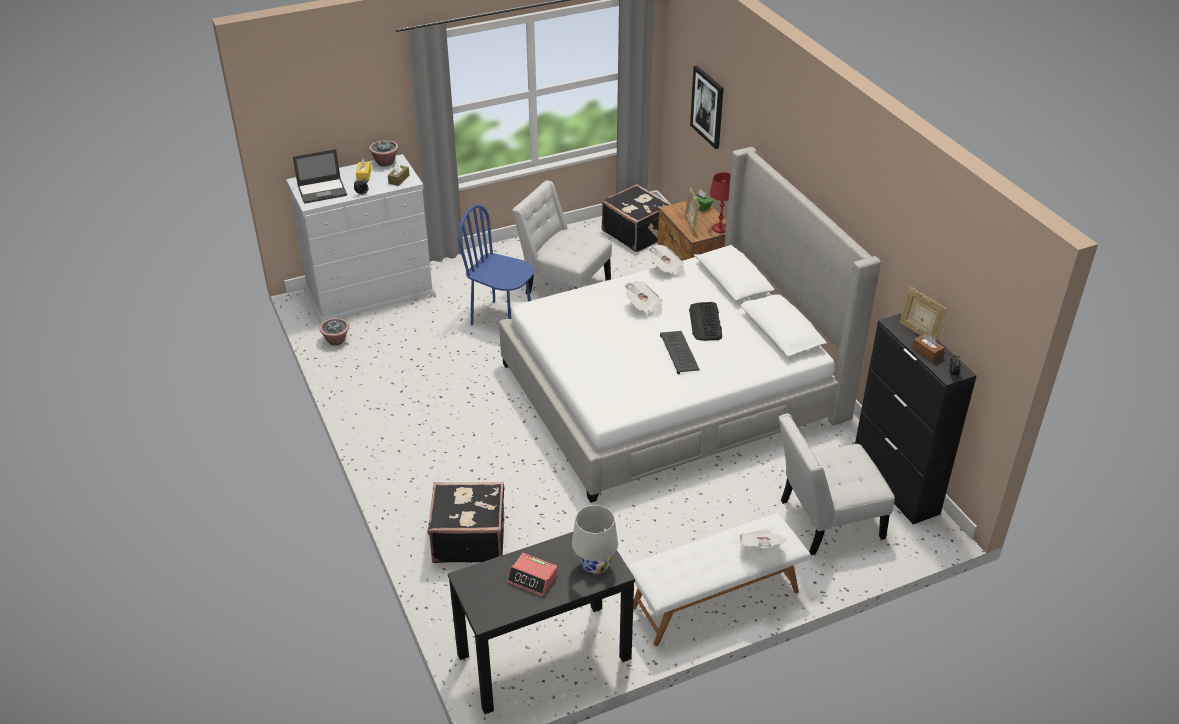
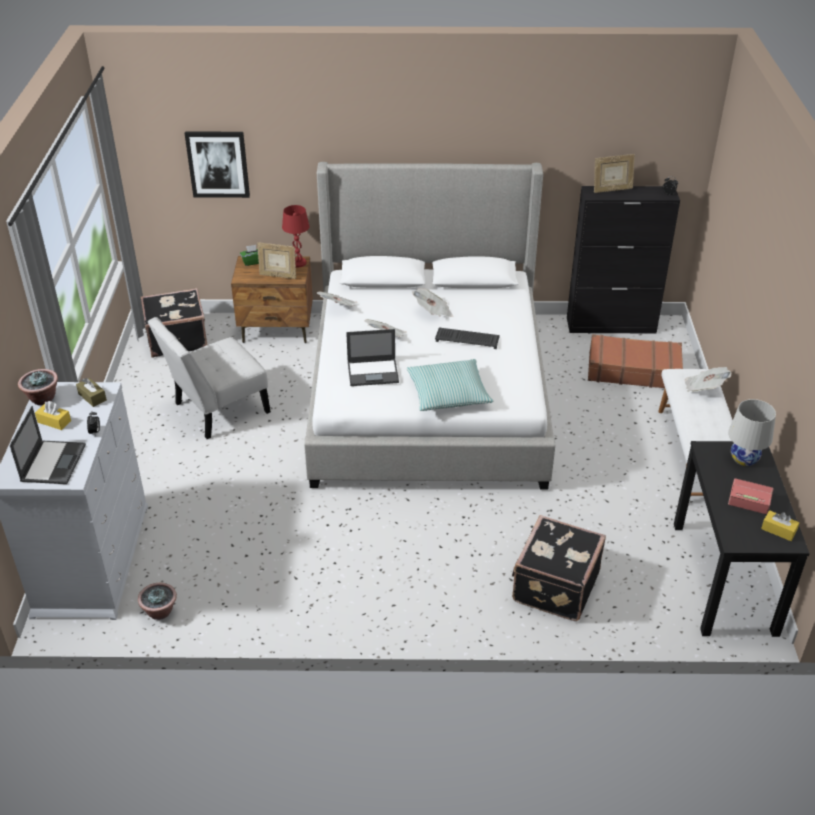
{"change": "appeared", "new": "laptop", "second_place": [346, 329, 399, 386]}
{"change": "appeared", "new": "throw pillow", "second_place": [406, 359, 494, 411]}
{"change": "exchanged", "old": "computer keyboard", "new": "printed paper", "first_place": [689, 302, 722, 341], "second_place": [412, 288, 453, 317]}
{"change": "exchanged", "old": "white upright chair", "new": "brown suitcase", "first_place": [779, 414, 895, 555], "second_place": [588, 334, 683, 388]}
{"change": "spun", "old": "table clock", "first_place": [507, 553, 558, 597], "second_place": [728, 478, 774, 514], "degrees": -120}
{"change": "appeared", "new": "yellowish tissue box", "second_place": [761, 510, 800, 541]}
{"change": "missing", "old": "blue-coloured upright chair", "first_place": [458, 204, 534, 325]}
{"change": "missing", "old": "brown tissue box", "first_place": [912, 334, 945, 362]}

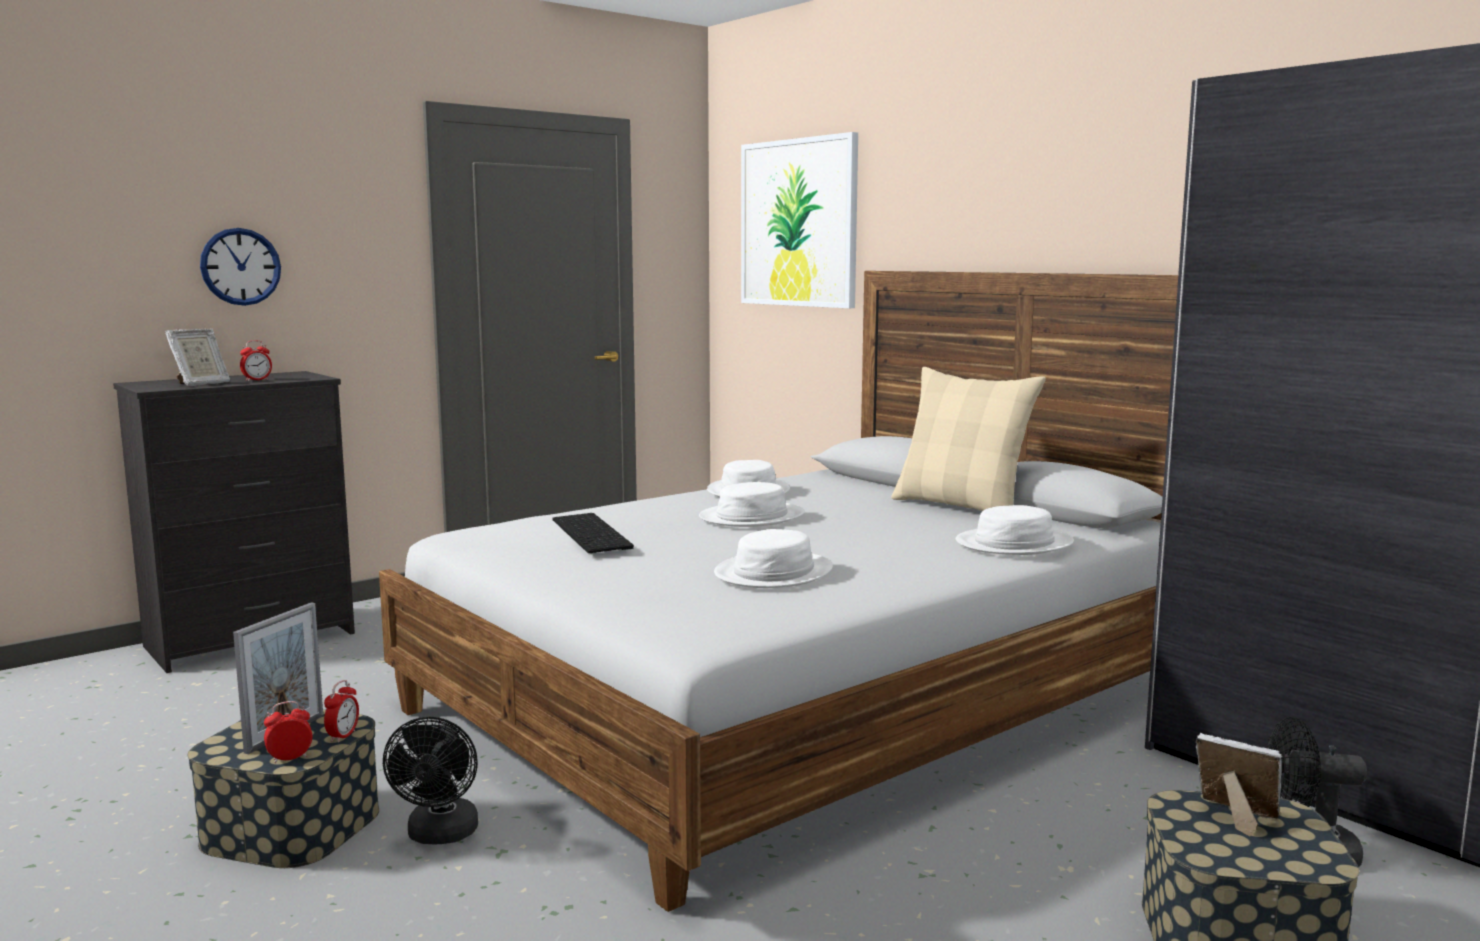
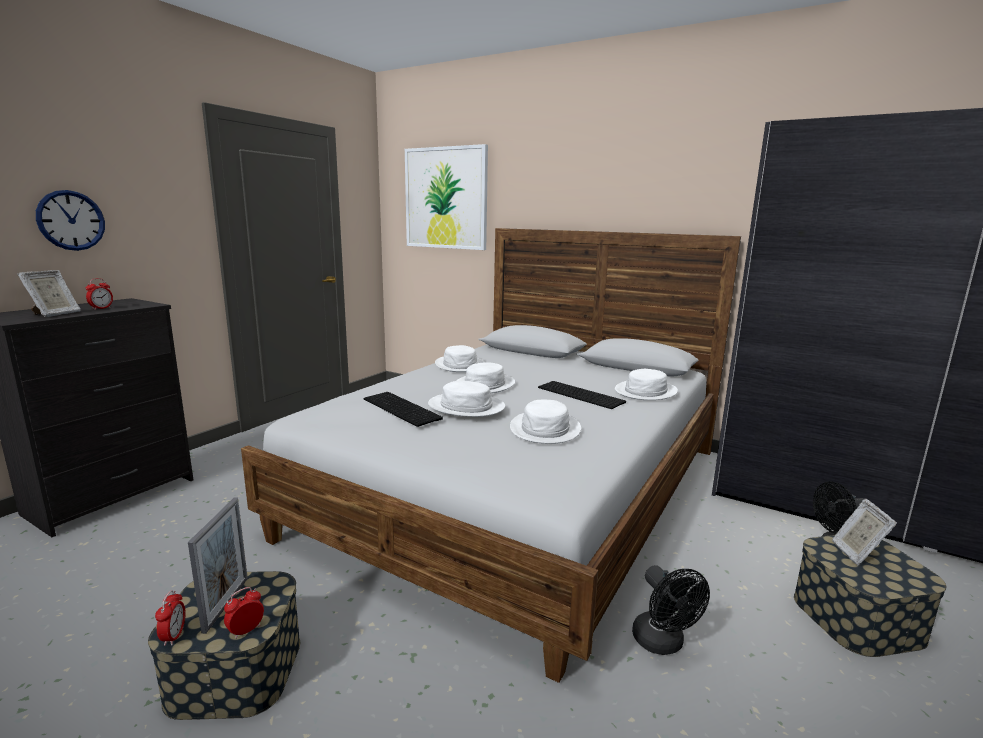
{"change": "relocated", "old": "table clock", "first_place": [324, 680, 359, 743], "second_place": [155, 590, 186, 646]}
{"change": "appeared", "new": "white wearable hat", "second_place": [428, 381, 505, 417]}
{"change": "appeared", "new": "computer keyboard", "second_place": [538, 381, 626, 409]}
{"change": "relocated", "old": "black electric fan", "first_place": [383, 716, 478, 845], "second_place": [632, 565, 710, 655]}
{"change": "spun", "old": "photo frame", "first_place": [1196, 733, 1282, 837], "second_place": [832, 499, 897, 565], "degrees": -105}
{"change": "missing", "old": "beige throw pillow", "first_place": [891, 367, 1046, 511]}

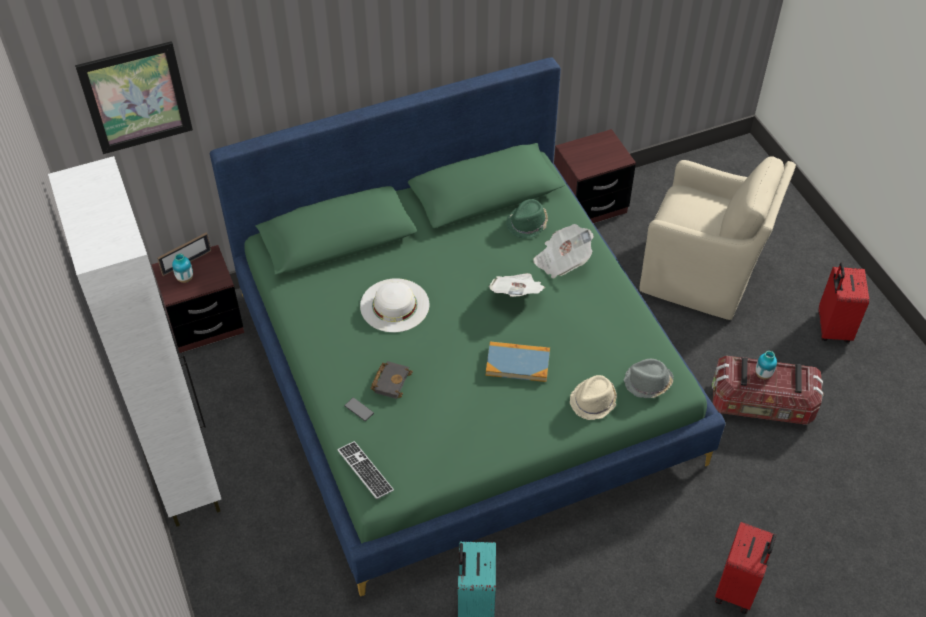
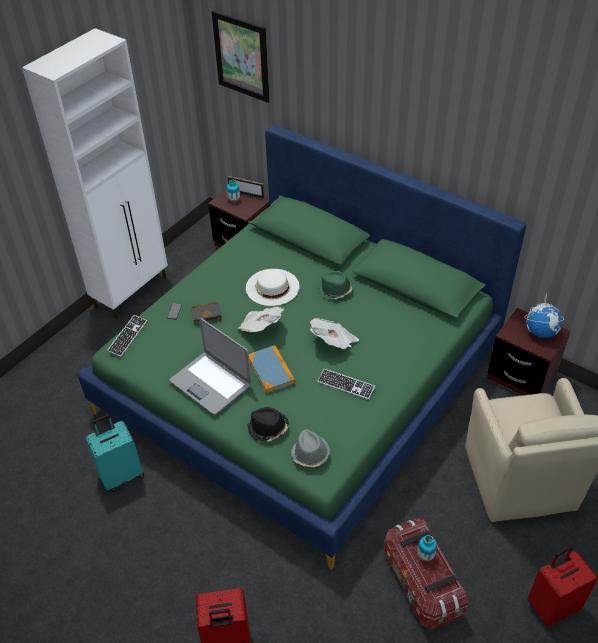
{"change": "appeared", "new": "laptop", "second_place": [170, 318, 251, 415]}
{"change": "relocated", "old": "printed paper", "first_place": [533, 224, 594, 279], "second_place": [237, 307, 284, 332]}
{"change": "colour", "old": "beige wearable hat", "new": "black wearable hat", "first_place": [570, 375, 617, 420], "second_place": [248, 407, 289, 442]}
{"change": "appeared", "new": "computer keyboard", "second_place": [317, 369, 375, 400]}
{"change": "relocated", "old": "greenish wearable hat", "first_place": [506, 199, 548, 238], "second_place": [318, 271, 354, 299]}
{"change": "appeared", "new": "world globe", "second_place": [525, 294, 564, 338]}

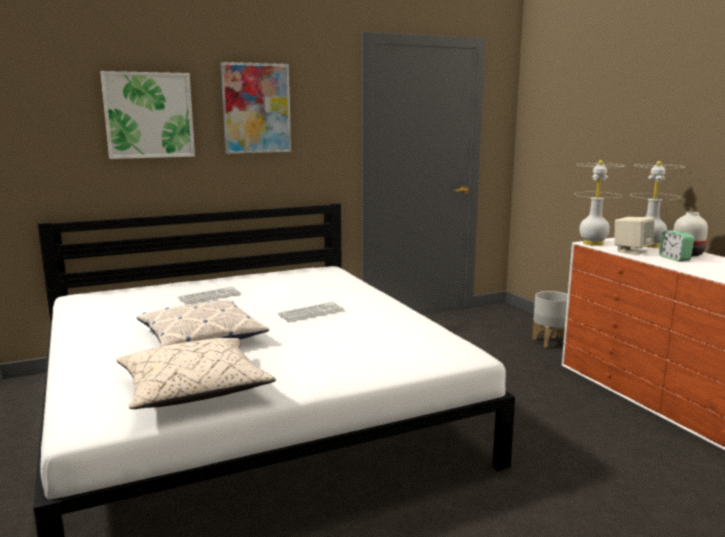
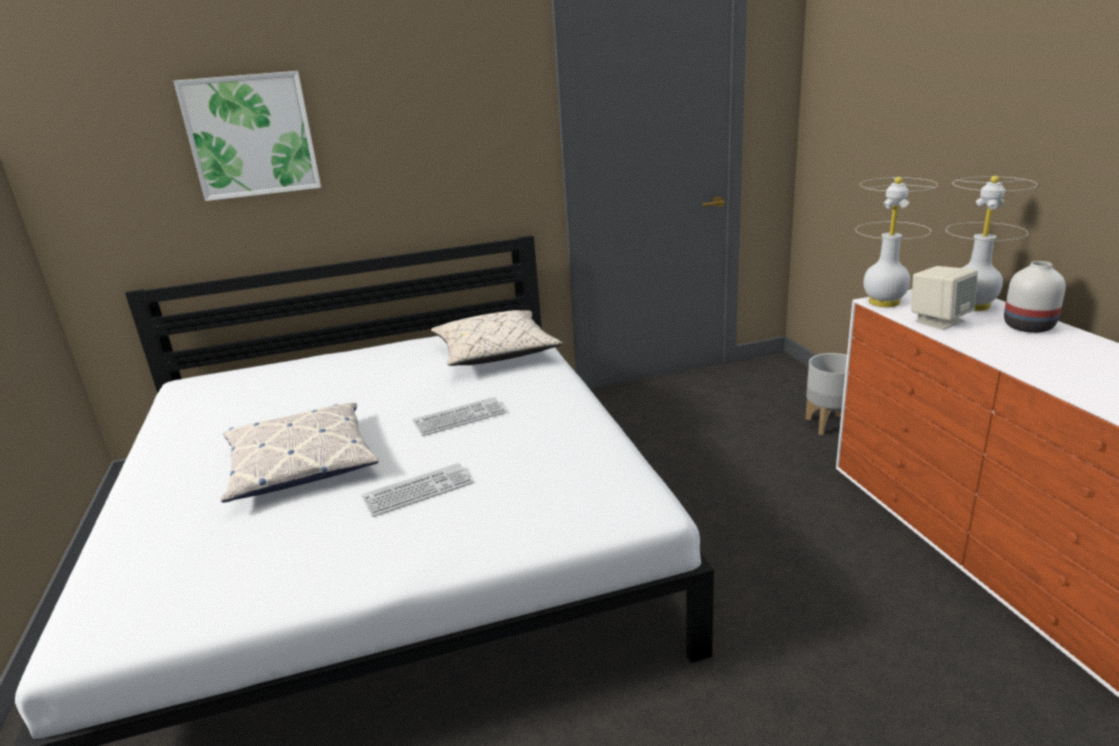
{"change": "relocated", "old": "computer keyboard", "first_place": [177, 286, 242, 305], "second_place": [361, 463, 473, 517]}
{"change": "relocated", "old": "beige throw pillow", "first_place": [116, 338, 276, 409], "second_place": [431, 310, 563, 366]}
{"change": "missing", "old": "wall picture", "first_place": [220, 62, 291, 154]}
{"change": "missing", "old": "table clock", "first_place": [659, 231, 694, 262]}

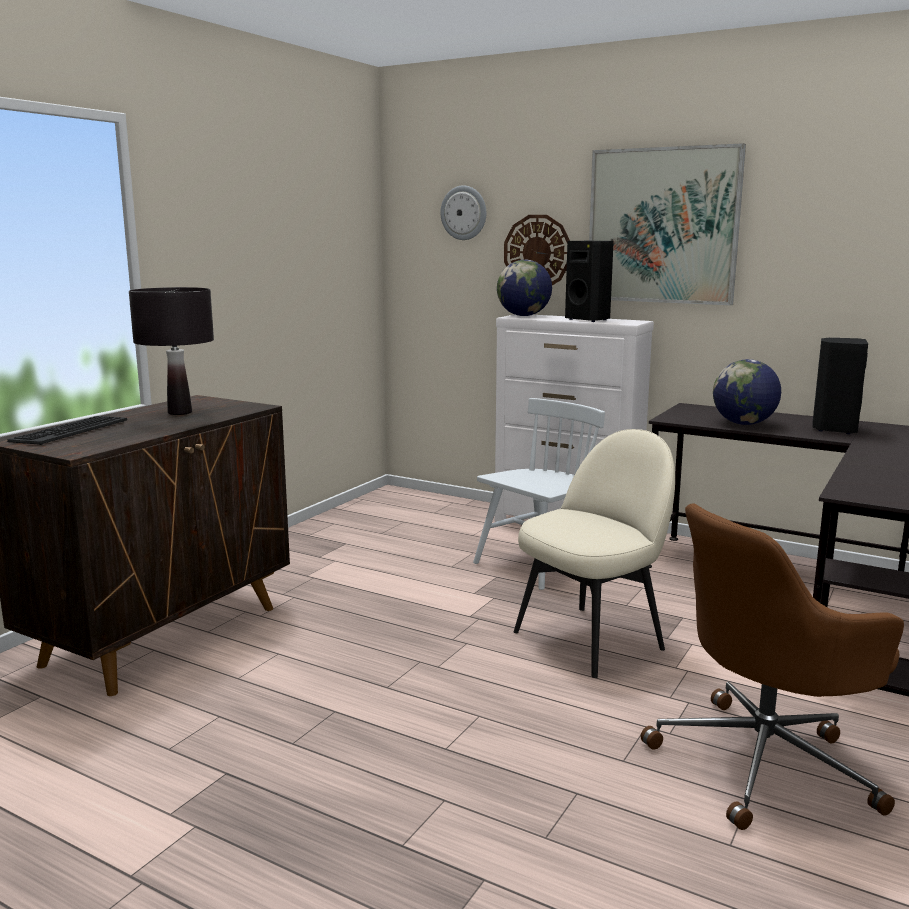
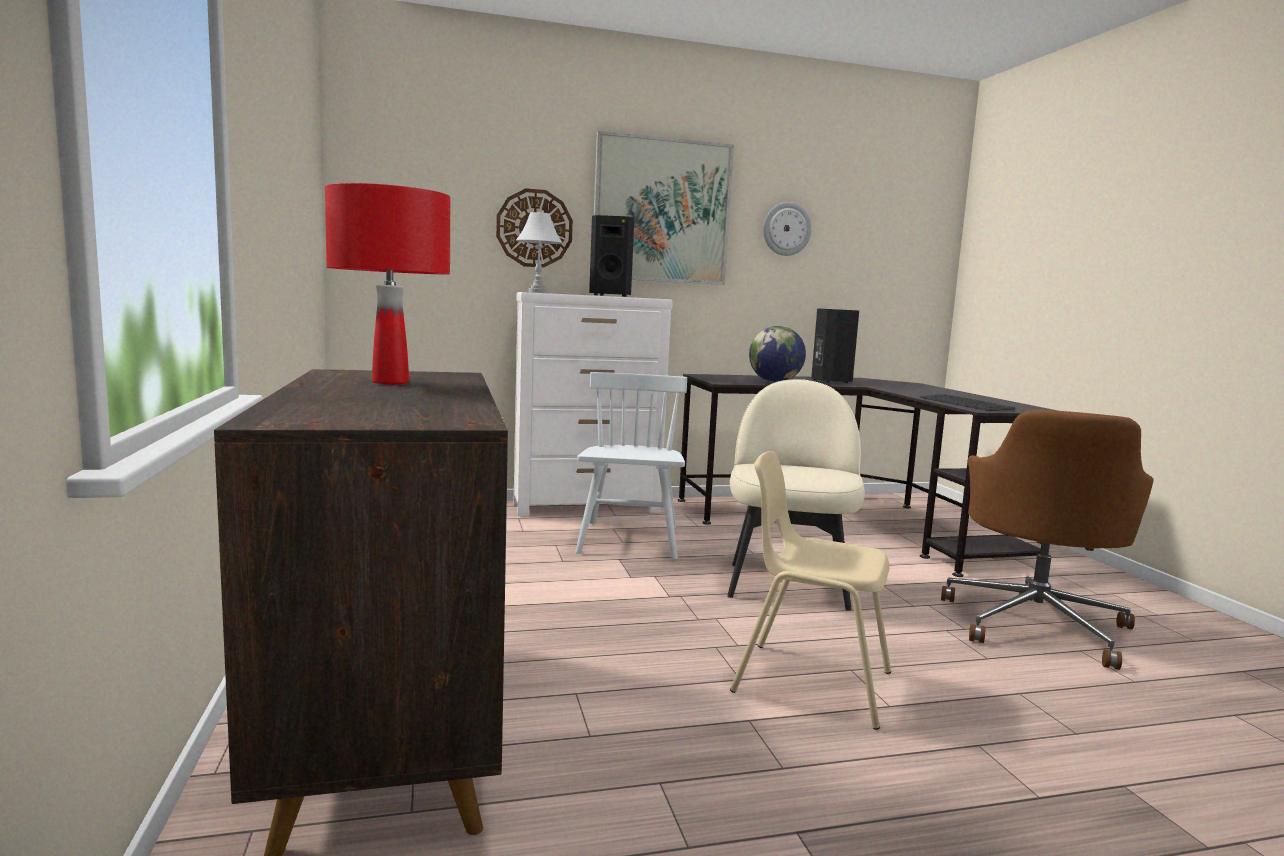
{"change": "colour", "old": "black table lamp", "new": "reddish table lamp", "first_place": [129, 287, 214, 415], "second_place": [325, 183, 450, 385]}
{"change": "exchanged", "old": "world globe", "new": "white table lamp", "first_place": [497, 260, 552, 316], "second_place": [516, 212, 562, 293]}
{"change": "appeared", "new": "beige upright chair", "second_place": [730, 451, 891, 730]}
{"change": "relocated", "old": "hanging clock", "first_place": [440, 185, 486, 240], "second_place": [763, 202, 812, 256]}
{"change": "relocated", "old": "computer keyboard", "first_place": [7, 416, 127, 445], "second_place": [920, 394, 1015, 411]}

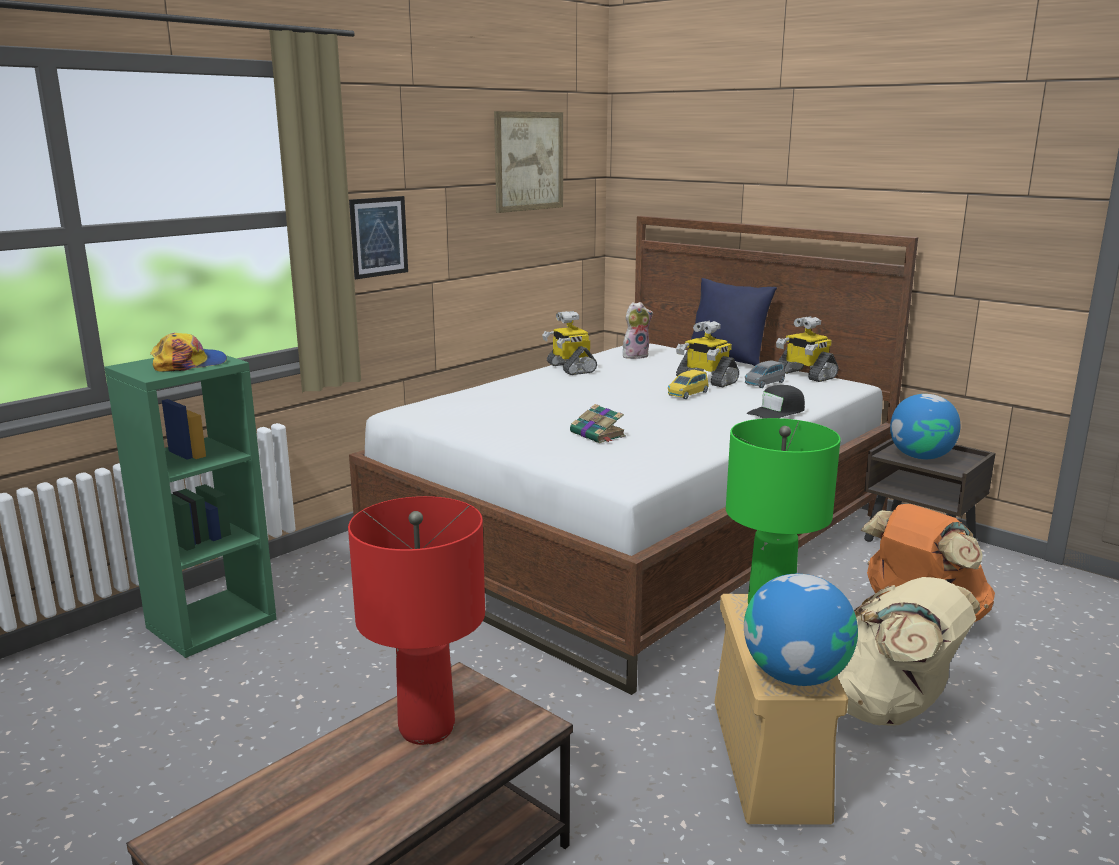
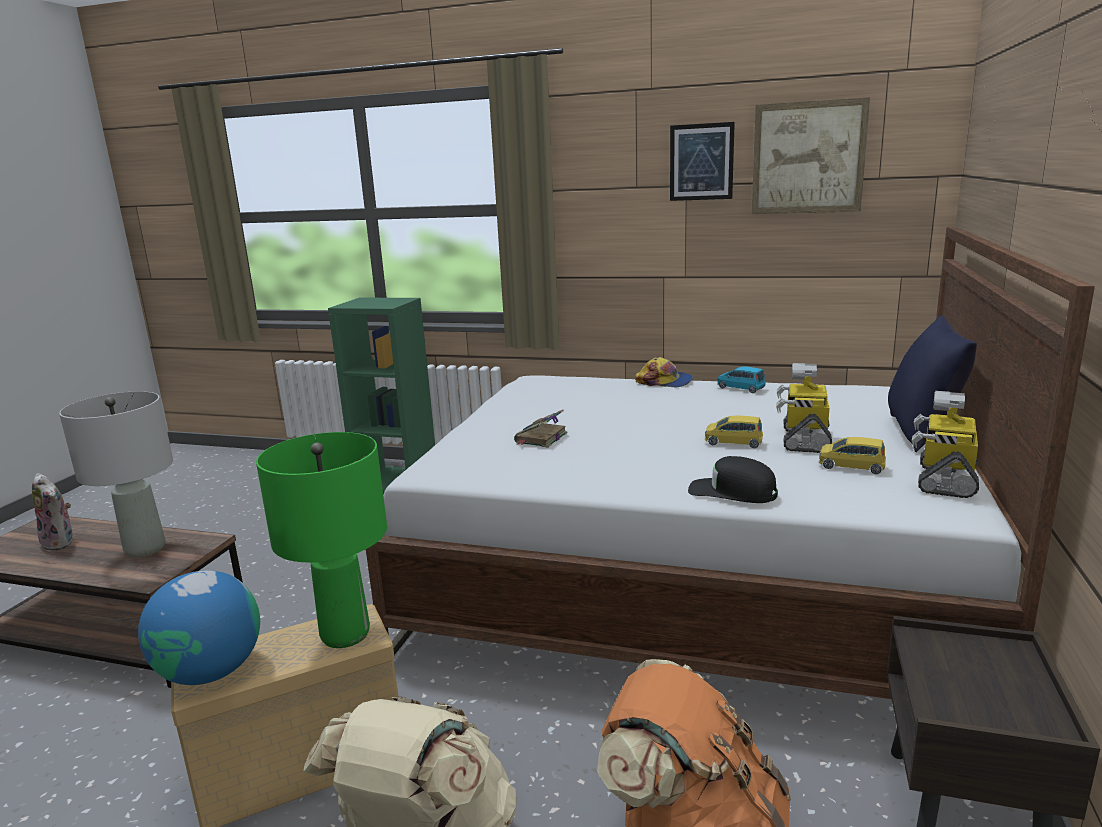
{"change": "relocated", "old": "soft toy", "first_place": [623, 302, 653, 359], "second_place": [32, 473, 73, 551]}
{"change": "colour", "old": "reddish table lamp", "new": "gray table lamp", "first_place": [348, 496, 485, 745], "second_place": [59, 391, 173, 557]}
{"change": "relocated", "old": "cap", "first_place": [150, 333, 227, 371], "second_place": [635, 357, 693, 387]}
{"change": "relocated", "old": "wall picture", "first_place": [349, 196, 408, 279], "second_place": [670, 122, 735, 201]}
{"change": "exchanged", "old": "model robot", "new": "blue-coloured model car", "first_place": [542, 311, 597, 375], "second_place": [717, 367, 766, 393]}
{"change": "colour", "old": "gray model car", "new": "yellowish model car", "first_place": [745, 360, 785, 388], "second_place": [819, 437, 886, 474]}
{"change": "missing", "old": "world globe", "first_place": [890, 394, 960, 459]}

